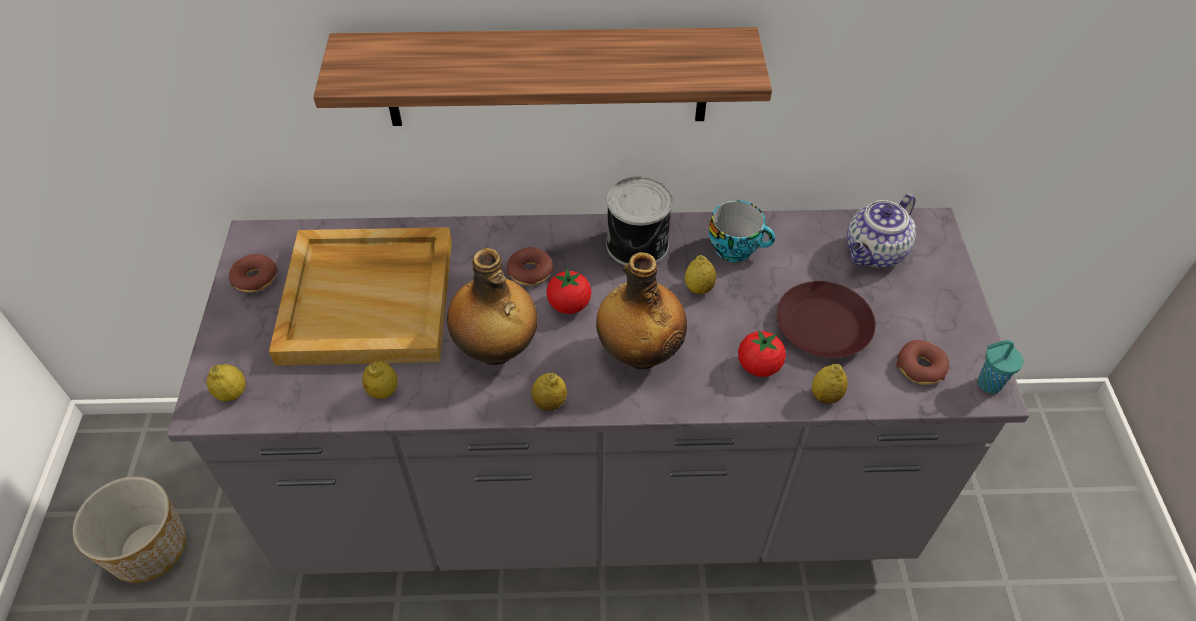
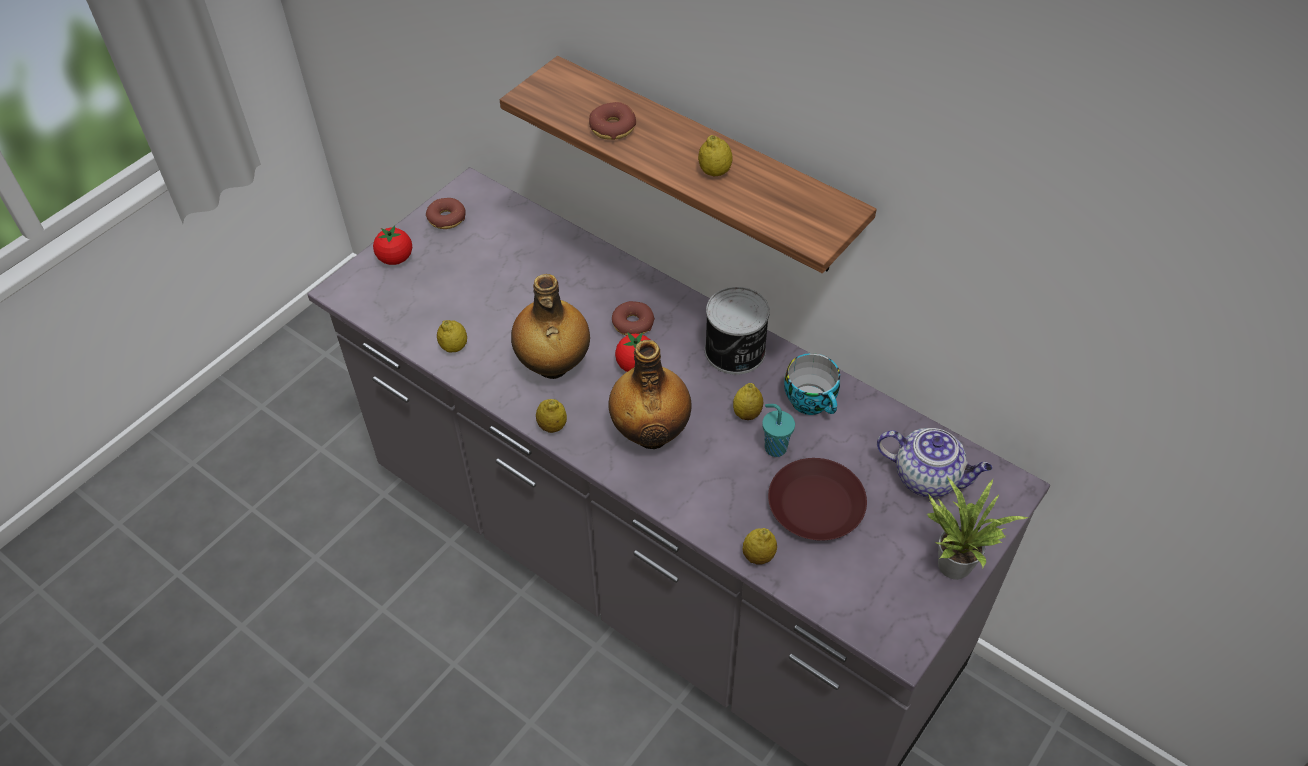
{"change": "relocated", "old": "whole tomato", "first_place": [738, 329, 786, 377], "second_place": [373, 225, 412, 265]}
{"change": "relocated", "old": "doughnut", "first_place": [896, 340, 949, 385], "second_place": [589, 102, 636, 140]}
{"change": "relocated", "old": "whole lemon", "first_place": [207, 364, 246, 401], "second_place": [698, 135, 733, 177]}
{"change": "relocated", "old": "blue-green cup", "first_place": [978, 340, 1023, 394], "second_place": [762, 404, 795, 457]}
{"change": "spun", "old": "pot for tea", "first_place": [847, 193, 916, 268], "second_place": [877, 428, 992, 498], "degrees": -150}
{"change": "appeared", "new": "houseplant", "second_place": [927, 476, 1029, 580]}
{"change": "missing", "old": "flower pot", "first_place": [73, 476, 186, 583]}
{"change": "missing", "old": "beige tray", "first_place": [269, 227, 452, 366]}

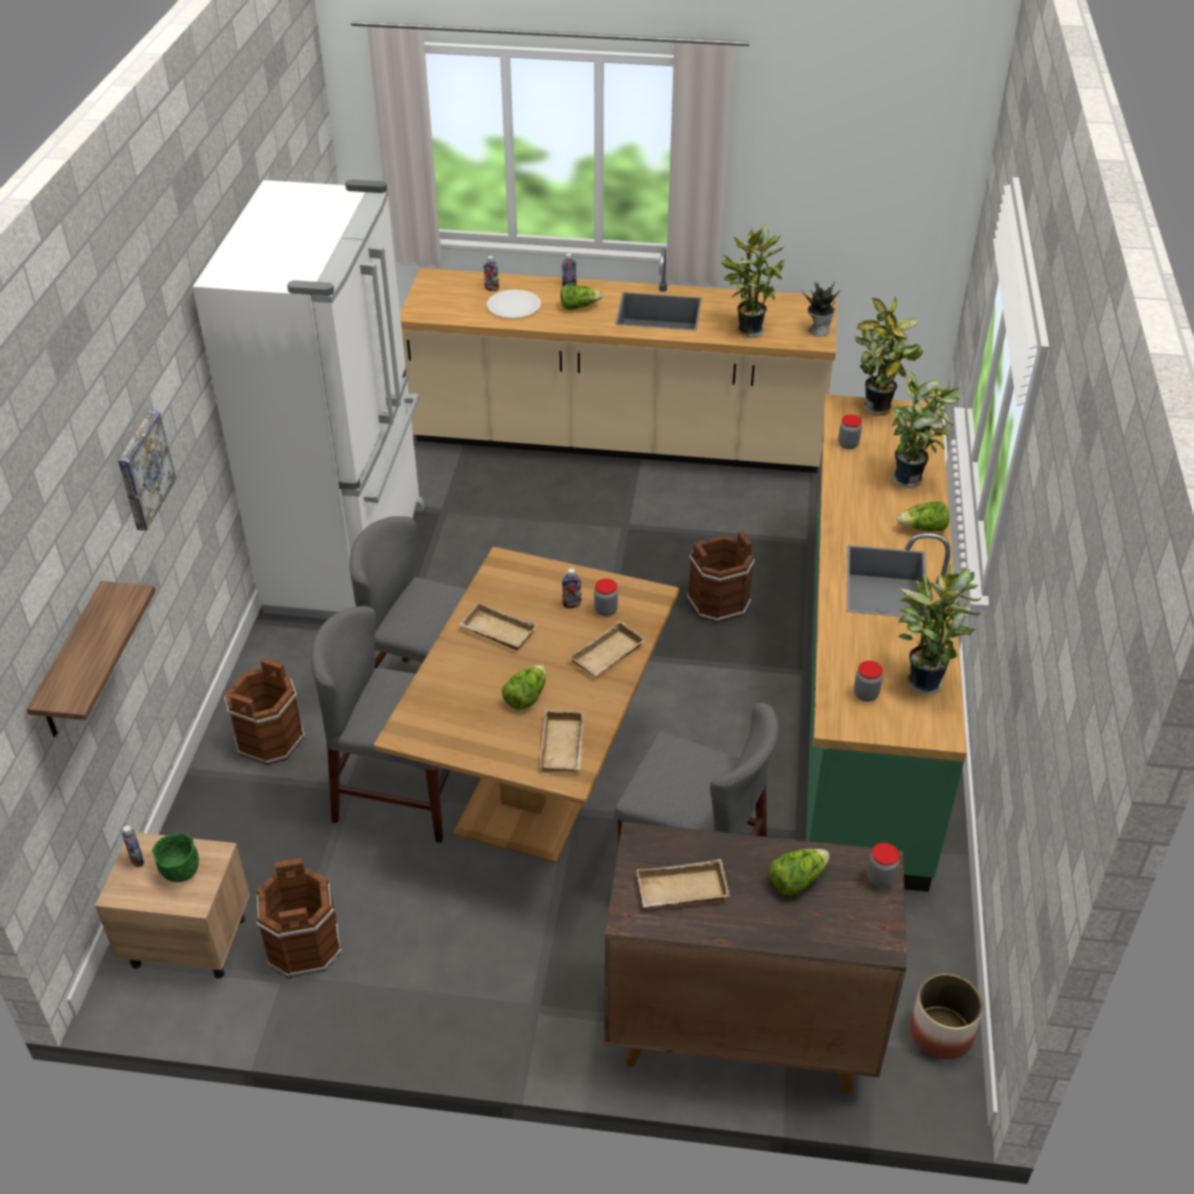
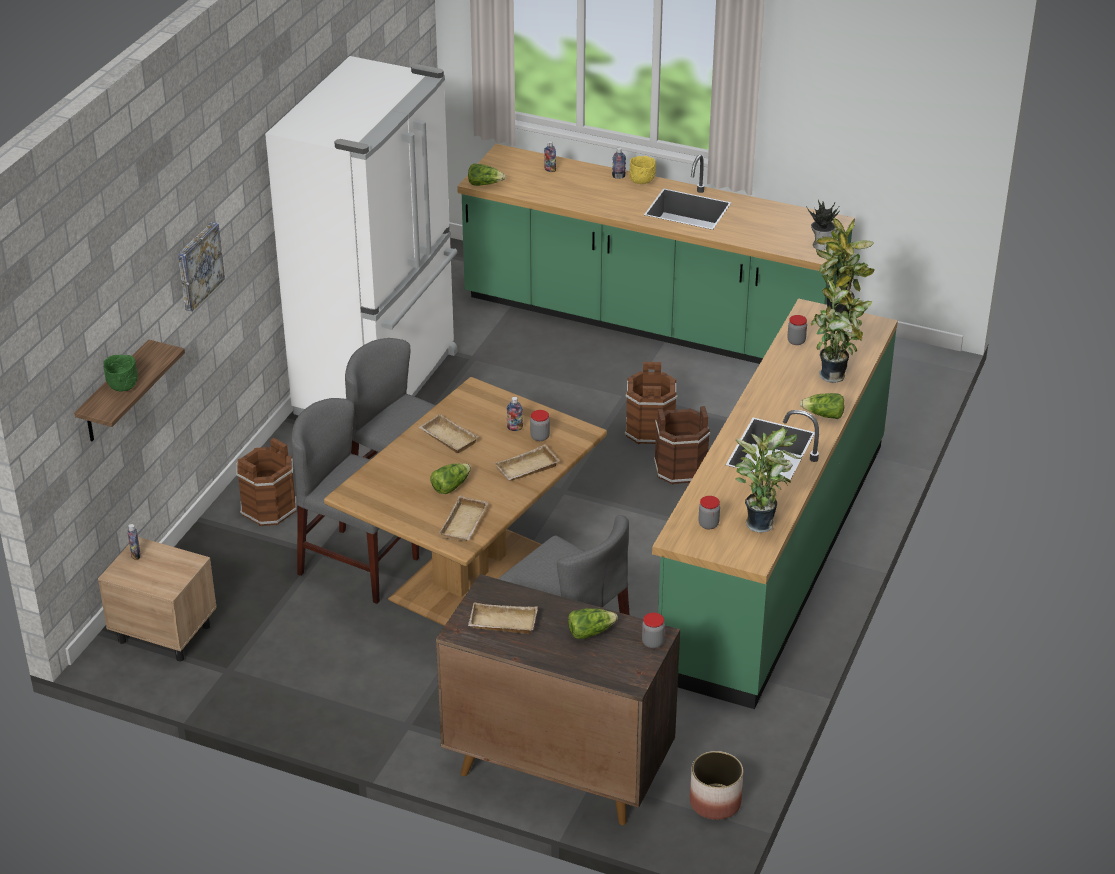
{"change": "relocated", "old": "greenish deep dish", "first_place": [152, 833, 199, 882], "second_place": [103, 355, 138, 391]}
{"change": "colour", "old": "beige kitchen counter", "new": "greenish kitchen counter", "first_place": [400, 249, 837, 473], "second_place": [457, 144, 855, 364]}
{"change": "relocated", "old": "head of lettuce", "first_place": [561, 285, 603, 310], "second_place": [468, 163, 506, 186]}
{"change": "relocated", "old": "brown water bucket", "first_place": [256, 858, 342, 979], "second_place": [625, 362, 678, 444]}
{"change": "appeared", "new": "yellowish deep dish", "second_place": [629, 156, 656, 184]}
{"change": "missing", "old": "white plate", "first_place": [487, 290, 541, 318]}
{"change": "missing", "old": "houseplant", "first_place": [721, 223, 785, 338]}

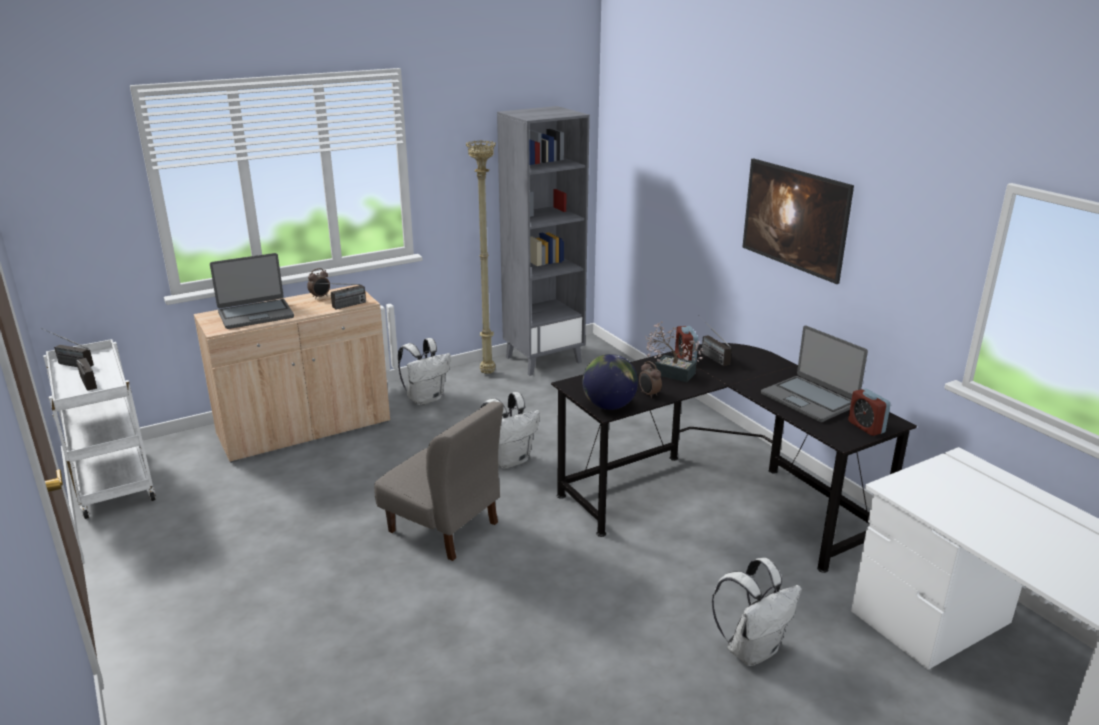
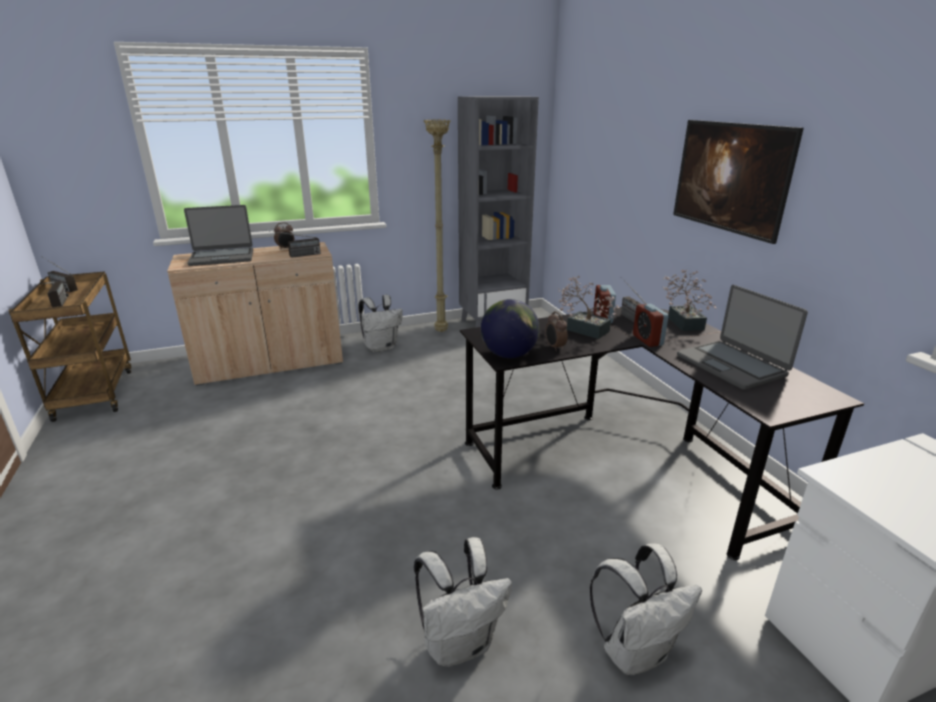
{"change": "colour", "old": "white cart", "new": "brown cart", "first_place": [43, 339, 156, 519], "second_place": [9, 271, 131, 422]}
{"change": "relocated", "old": "white backpack", "first_place": [481, 392, 540, 469], "second_place": [414, 537, 512, 667]}
{"change": "relocated", "old": "table clock", "first_place": [848, 388, 891, 436], "second_place": [633, 304, 669, 347]}
{"change": "appeared", "new": "houseplant", "second_place": [663, 270, 717, 331]}
{"change": "missing", "old": "gray upright chair", "first_place": [374, 402, 504, 561]}

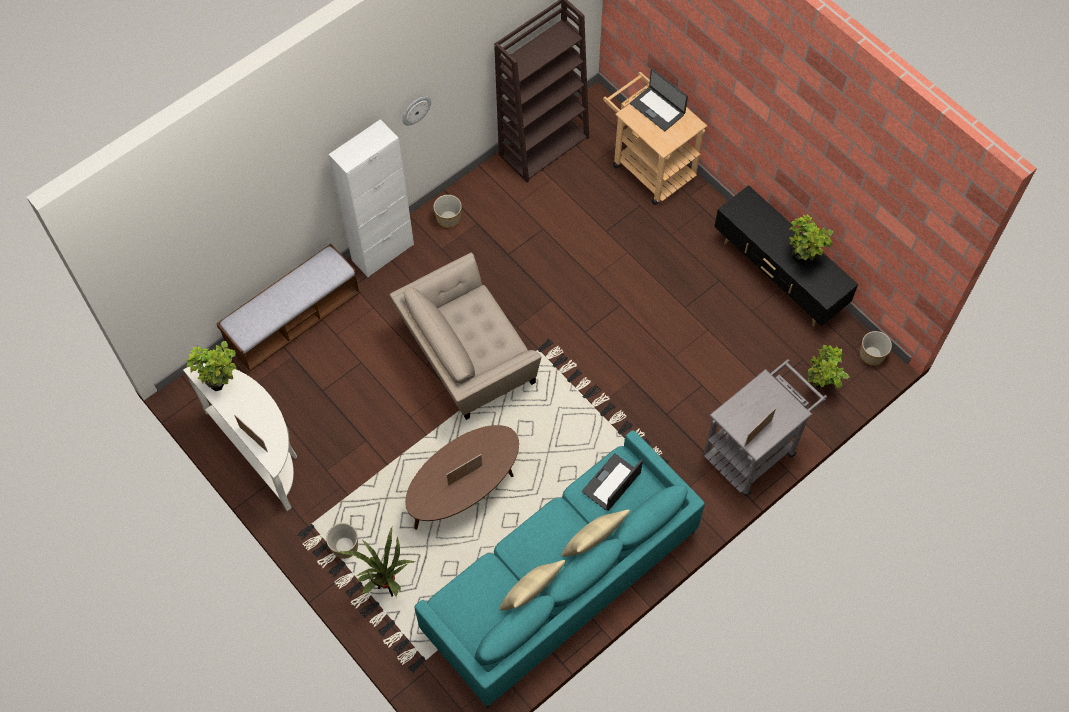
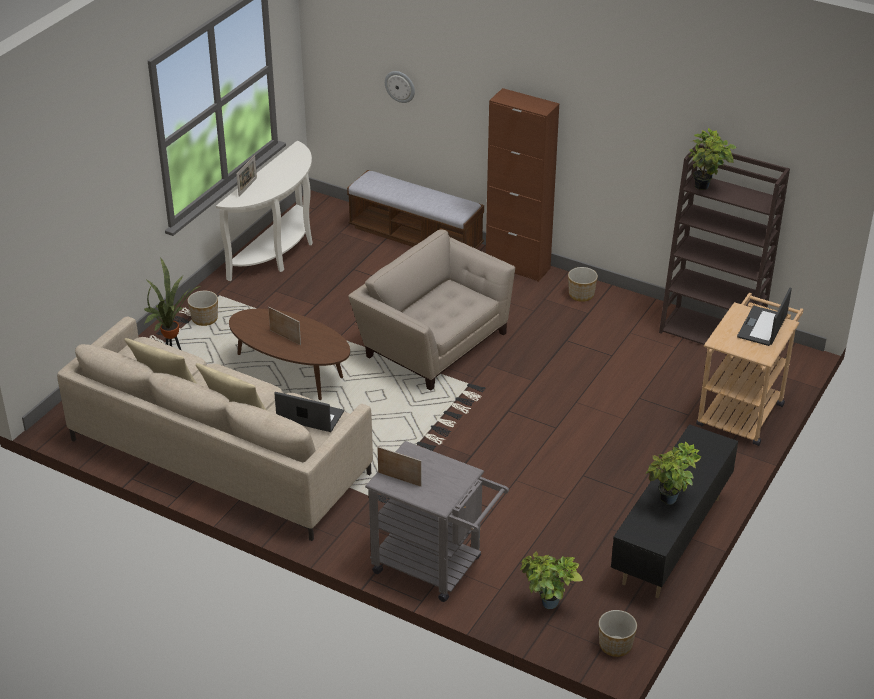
{"change": "colour", "old": "blue-green couch", "new": "beige couch", "first_place": [414, 430, 705, 709], "second_place": [57, 316, 373, 541]}
{"change": "relocated", "old": "hanging clock", "first_place": [402, 96, 431, 126], "second_place": [385, 71, 415, 103]}
{"change": "colour", "old": "white cabinet", "new": "brown cabinet", "first_place": [328, 119, 414, 277], "second_place": [486, 88, 559, 282]}
{"change": "relocated", "old": "houseplant", "first_place": [186, 341, 236, 391], "second_place": [689, 128, 737, 190]}

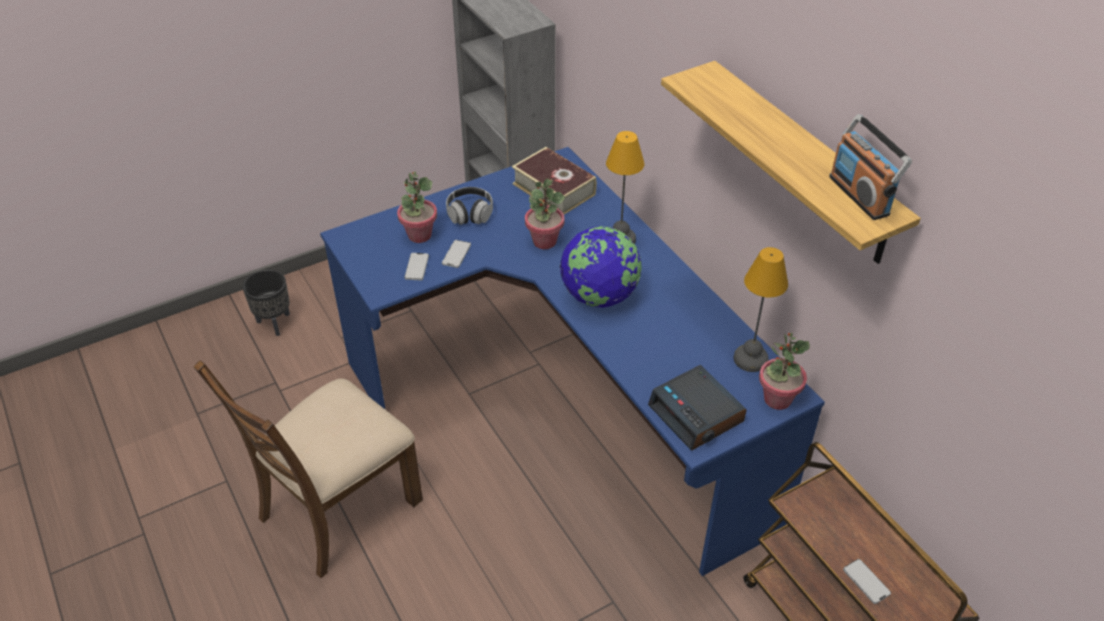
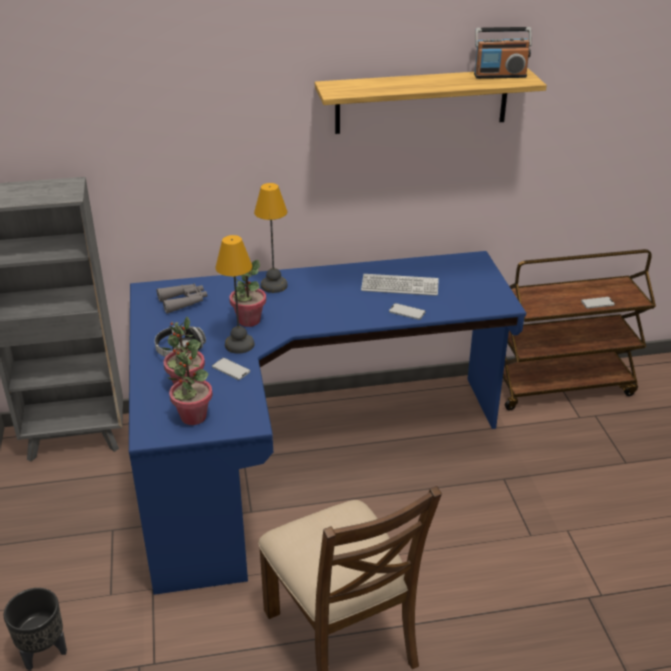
{"change": "exchanged", "old": "bound book", "new": "gray pair of binoculars", "first_place": [512, 147, 597, 215], "second_place": [157, 284, 207, 314]}
{"change": "relocated", "old": "houseplant", "first_place": [759, 333, 810, 410], "second_place": [167, 346, 213, 425]}
{"change": "relocated", "old": "table lamp", "first_place": [734, 247, 788, 372], "second_place": [215, 235, 254, 354]}
{"change": "appeared", "new": "computer keyboard", "second_place": [361, 274, 439, 296]}
{"change": "relocated", "old": "telephone", "first_place": [405, 253, 429, 280], "second_place": [389, 303, 426, 320]}
{"change": "missing", "old": "world globe", "first_place": [560, 226, 642, 308]}
{"change": "missing", "old": "table clock", "first_place": [648, 365, 747, 451]}

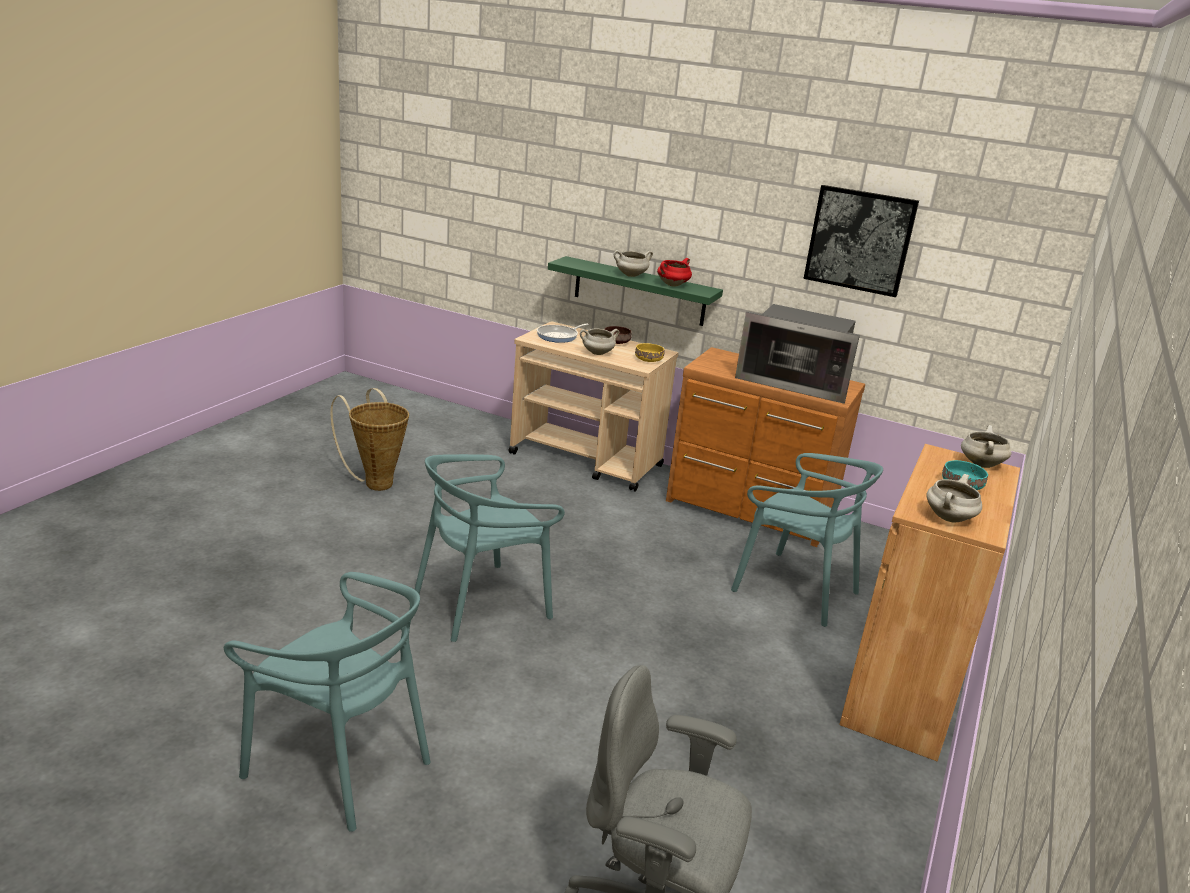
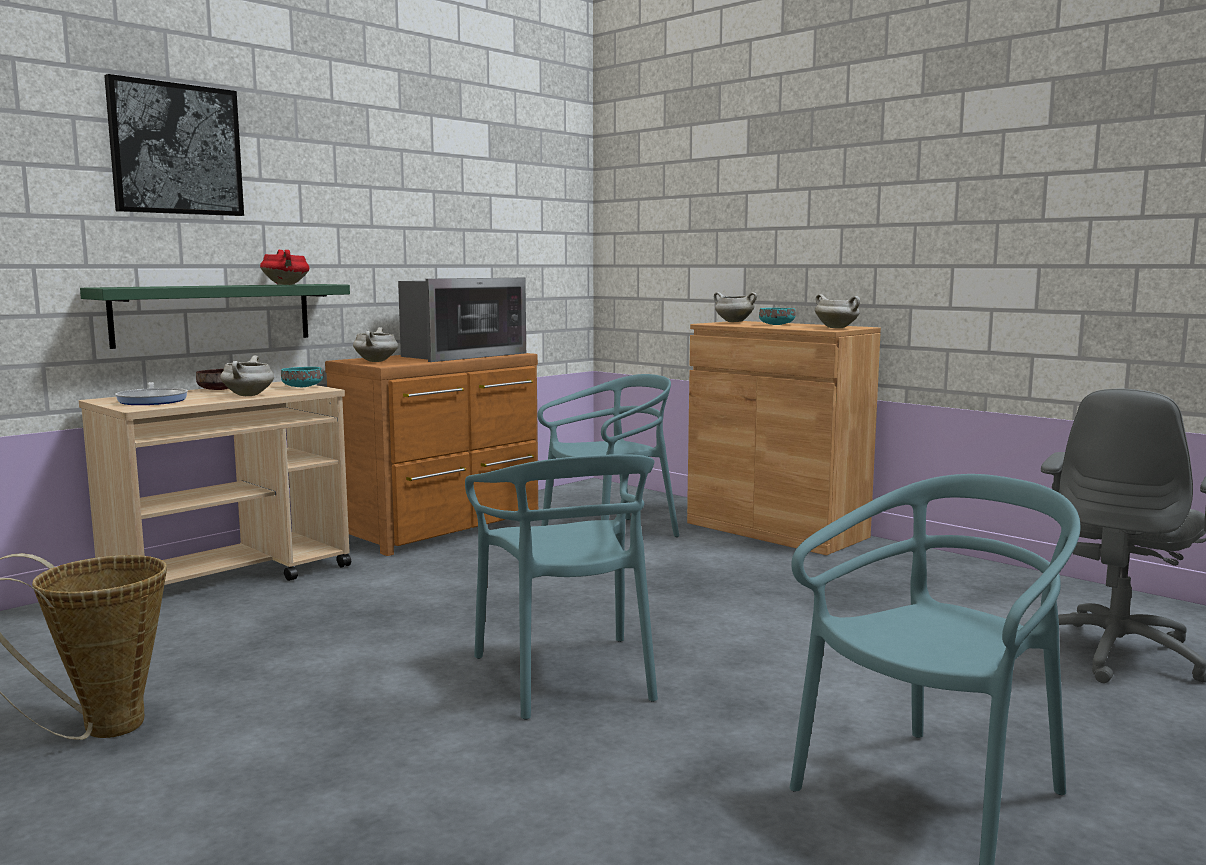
{"change": "relocated", "old": "wall picture", "first_place": [803, 185, 919, 297], "second_place": [104, 74, 244, 216]}
{"change": "colour", "old": "yellowish deep dish", "new": "blue-green deep dish", "first_place": [635, 343, 664, 362], "second_place": [281, 367, 323, 387]}
{"change": "relocated", "old": "white stockpot", "first_place": [614, 250, 653, 277], "second_place": [353, 327, 398, 362]}

